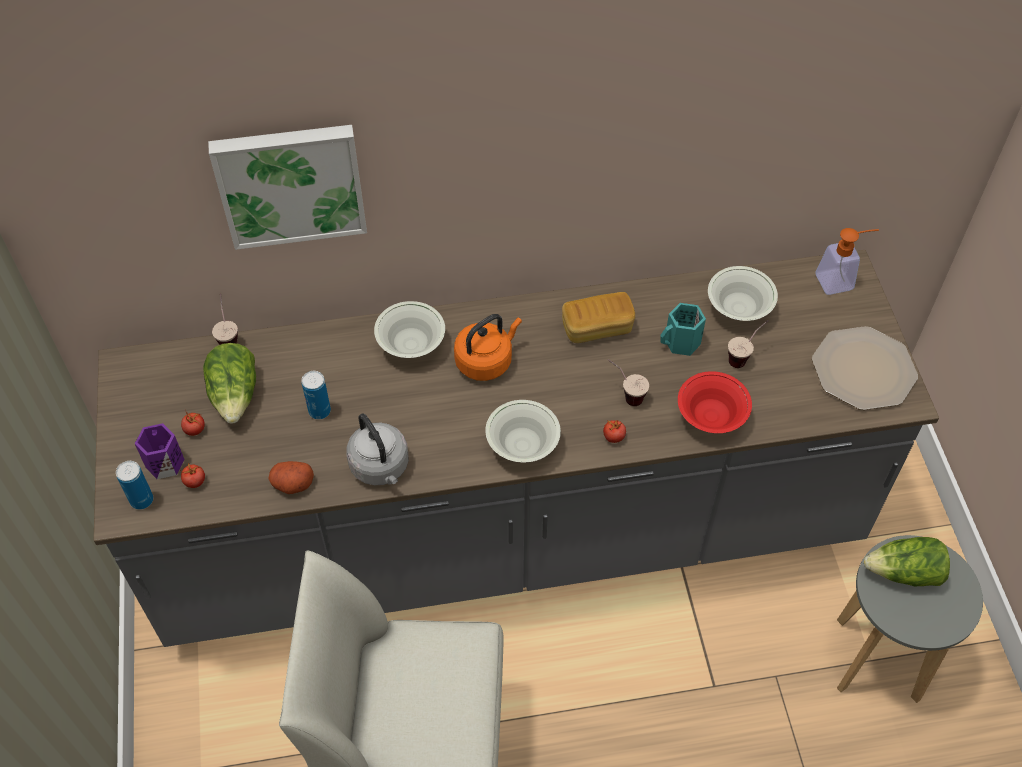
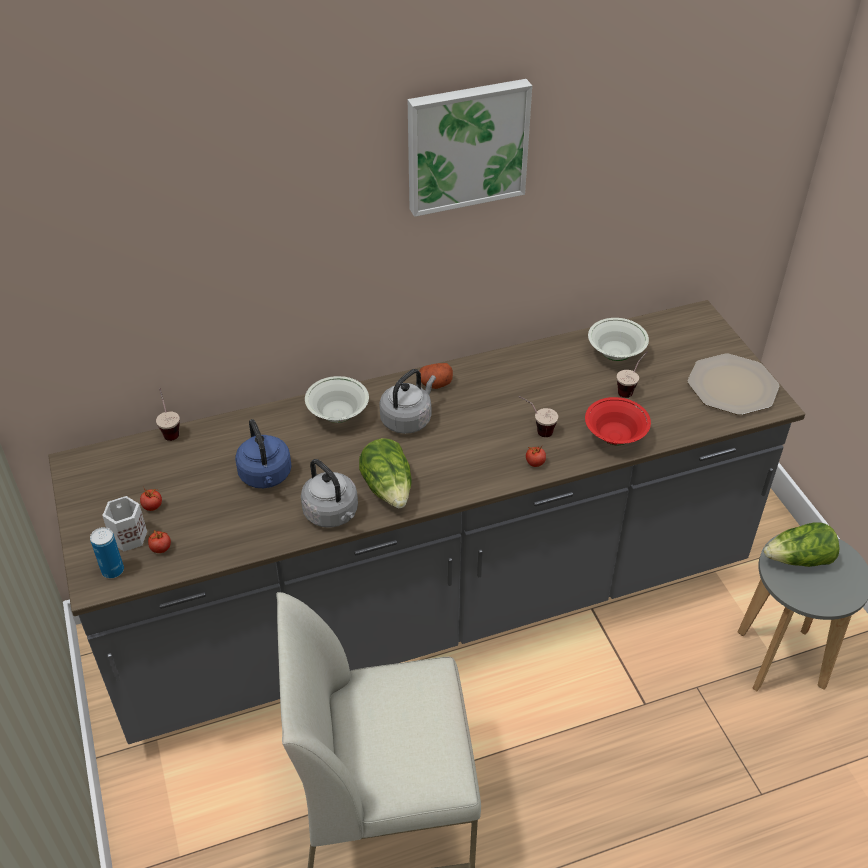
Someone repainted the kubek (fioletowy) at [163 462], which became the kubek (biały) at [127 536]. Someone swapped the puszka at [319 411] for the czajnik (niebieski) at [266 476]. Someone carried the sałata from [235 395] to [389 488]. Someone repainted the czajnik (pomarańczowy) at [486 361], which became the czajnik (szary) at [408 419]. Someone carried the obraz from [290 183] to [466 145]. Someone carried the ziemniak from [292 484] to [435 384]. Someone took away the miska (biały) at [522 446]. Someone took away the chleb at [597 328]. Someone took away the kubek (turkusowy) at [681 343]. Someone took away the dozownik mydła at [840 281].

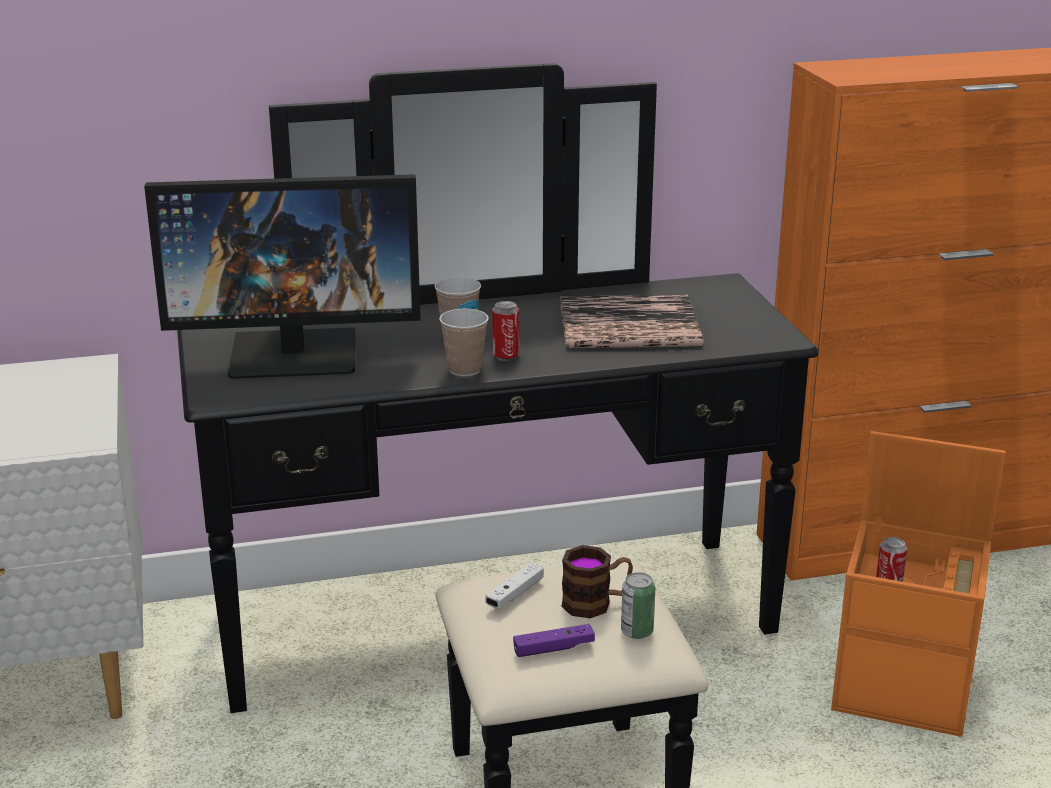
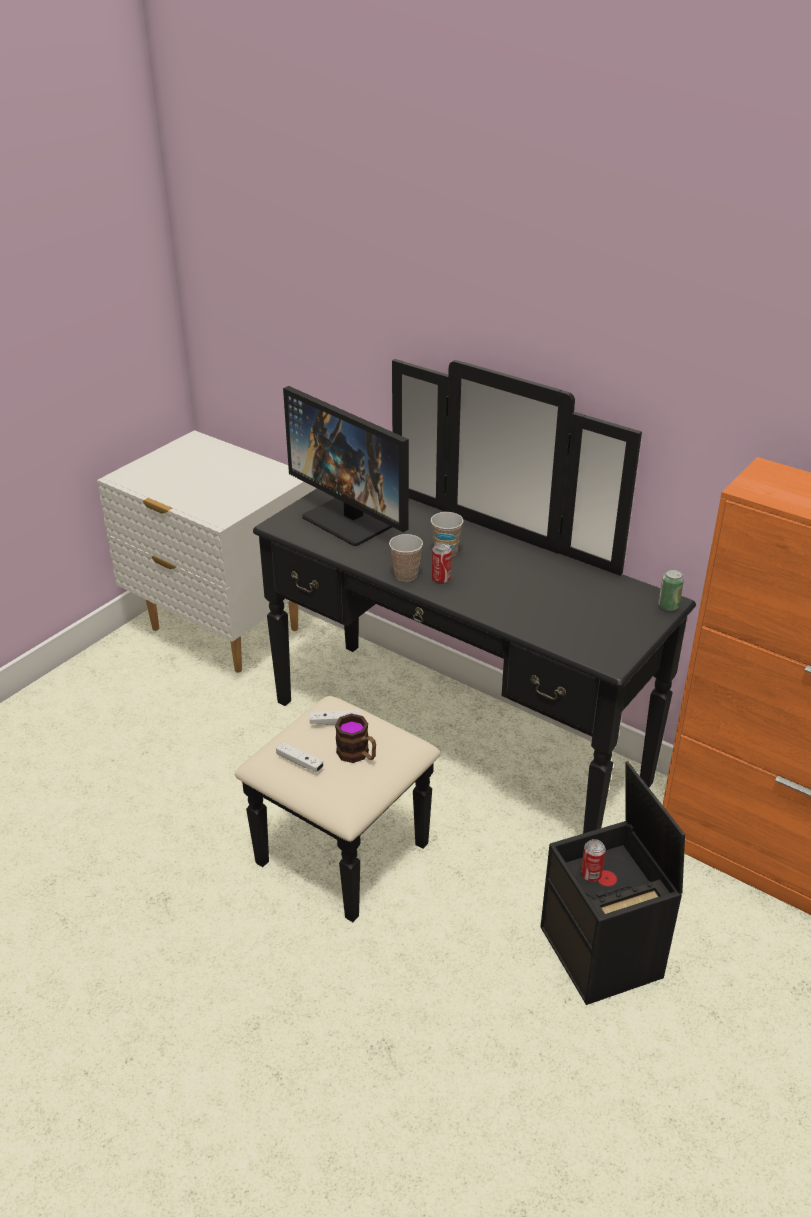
Someone repainted the pad do gier (fioletowy) at [553 648], which became the pad do gier (biały) at [299 762]. Someone repainted the pojemnik do przechowywania (pomarańczowy) at [905 690], which became the pojemnik do przechowywania (czarny) at [603 953]. Someone carried the puszka from [637 632] to [668 606]. Someone took away the książka at [629 326].

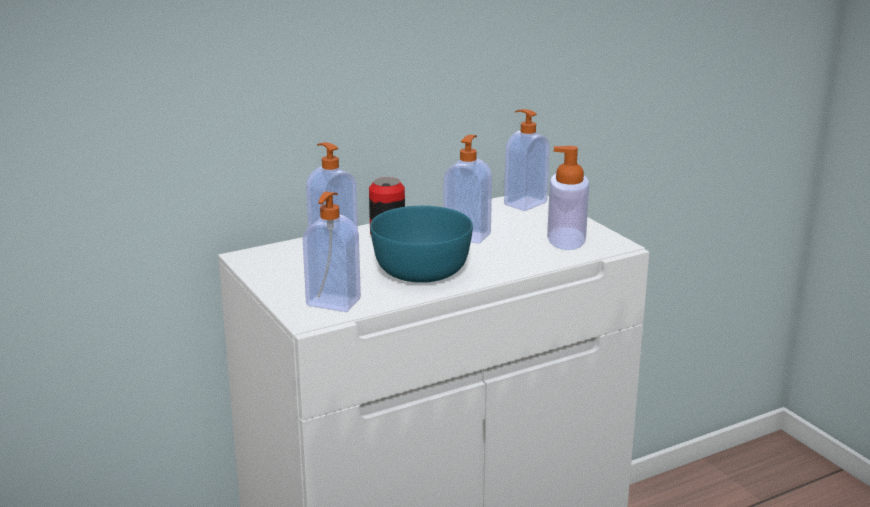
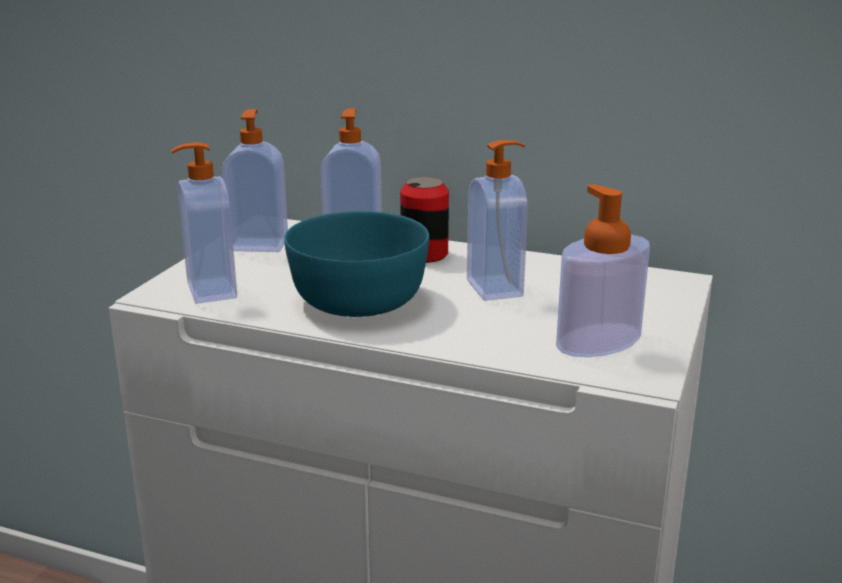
Someone carried the dozownik mydła from [524 203] to [259 244].

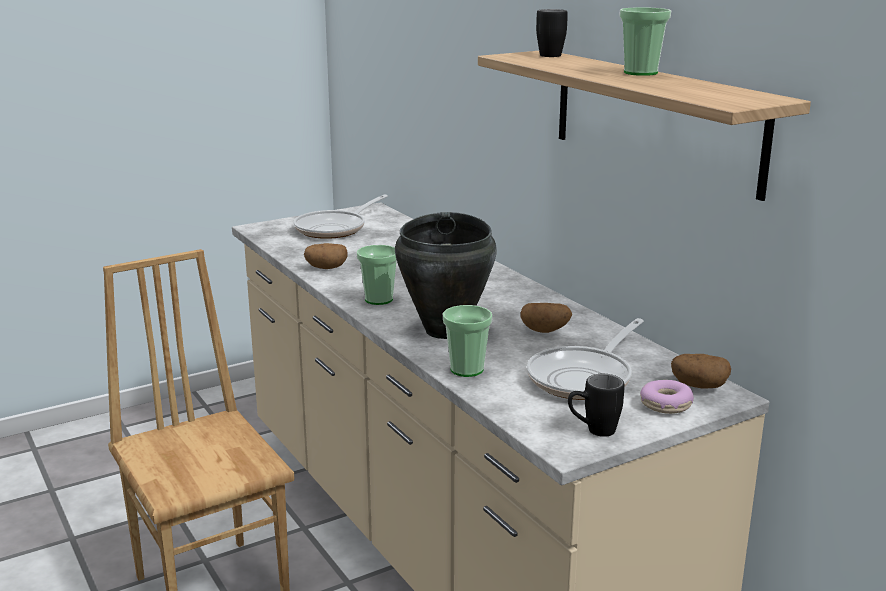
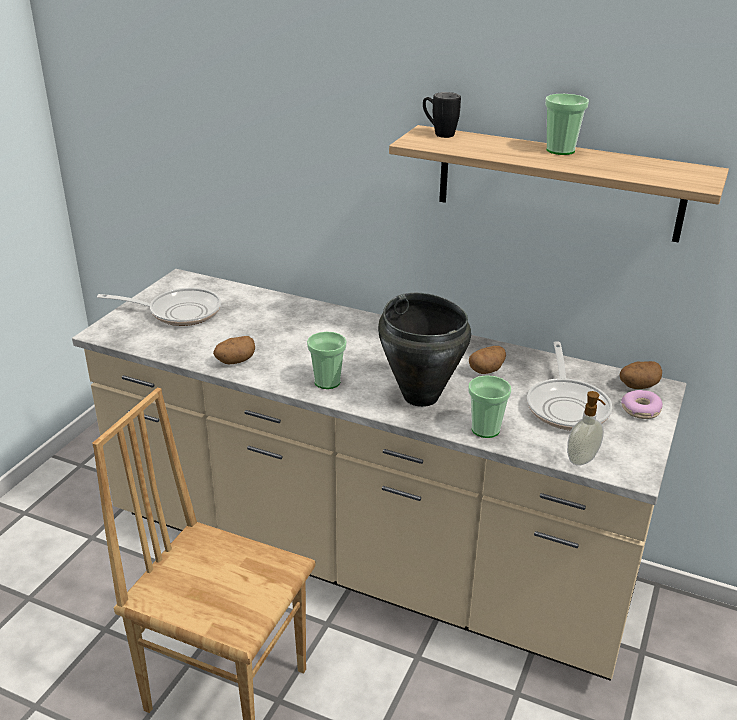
Someone rotated the patelnia at [335 228] by 90 degrees counterclockwise. Someone put down the dozownik mydła at [582 460]. Someone took away the kubek (czarny) at [593 431].

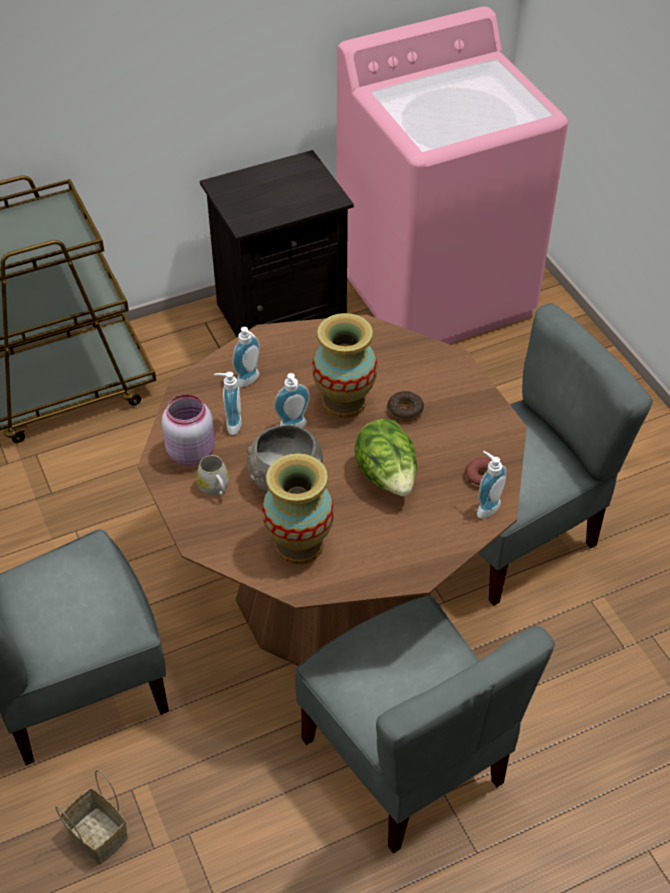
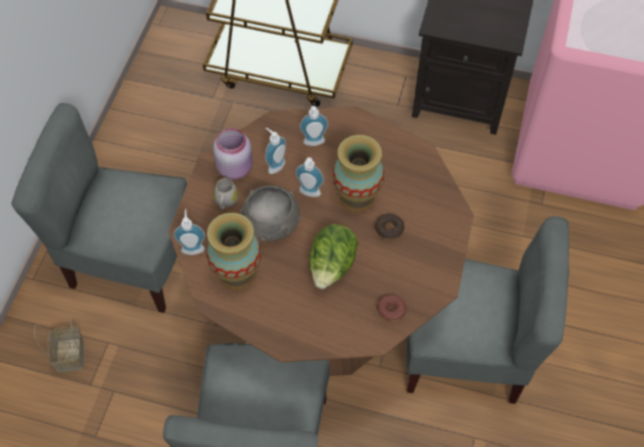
Someone carried the dozownik mydła from [485 507] to [192 247].

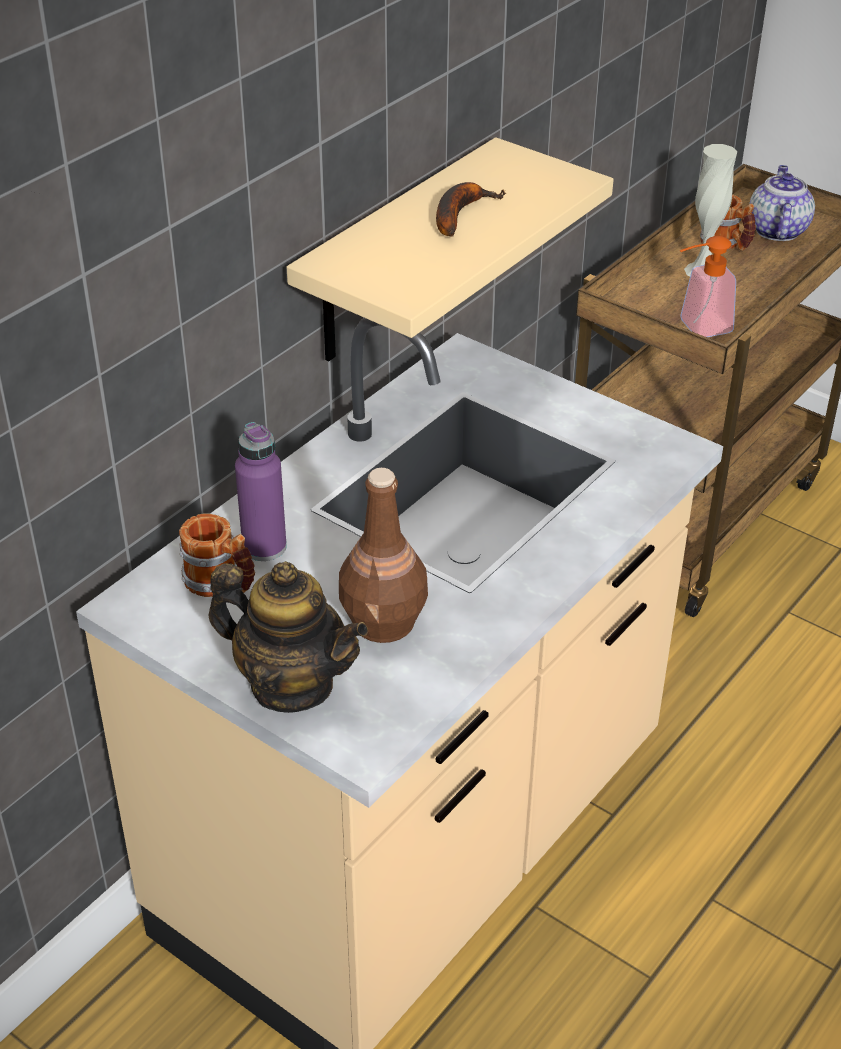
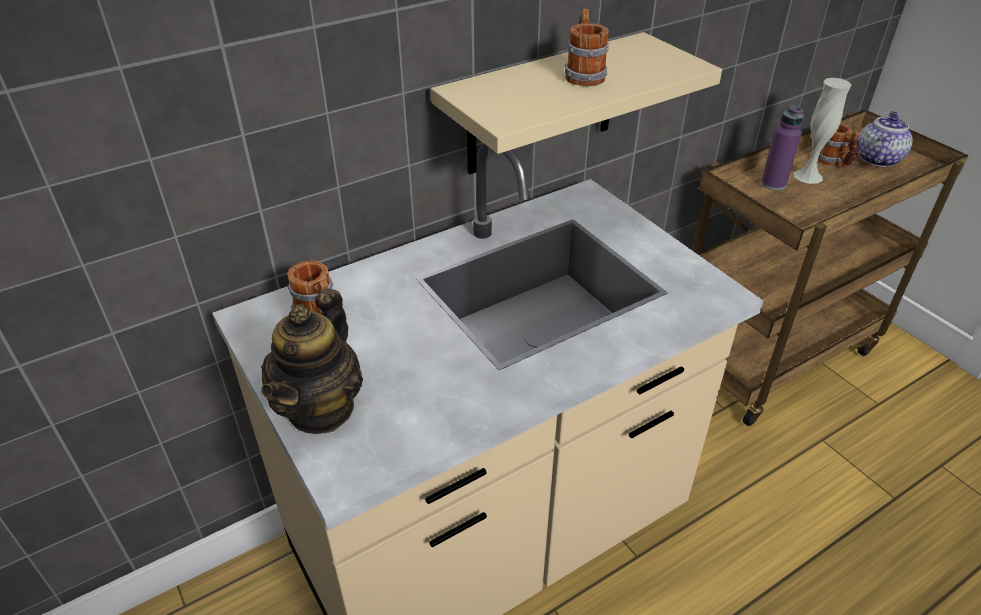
Someone rotated the imbryk at [291 685] by 60 degrees clockwise. Someone swapped the banan at [459 214] for the kubek at [583 74]. Someone carried the butelka (fioletowy) from [264 547] to [773 184]. Someone took away the butelka (brązowy) at [384 622]. Someone took away the dozownik mydła at [697 328].

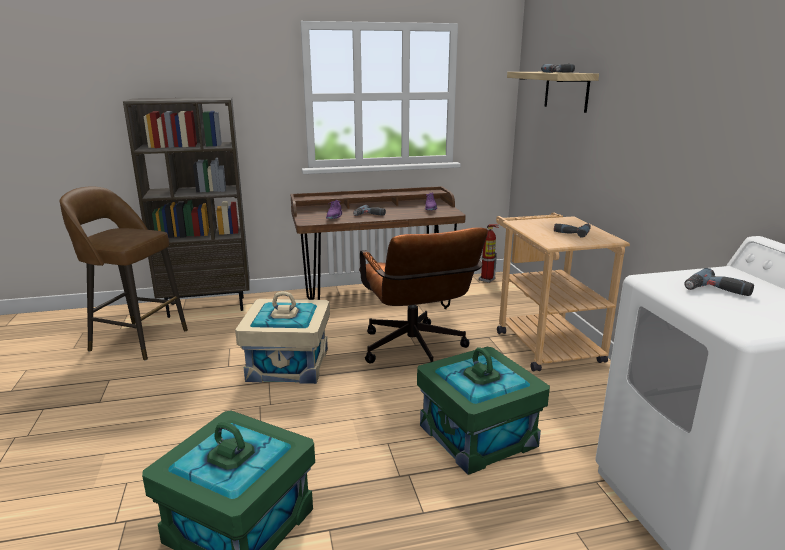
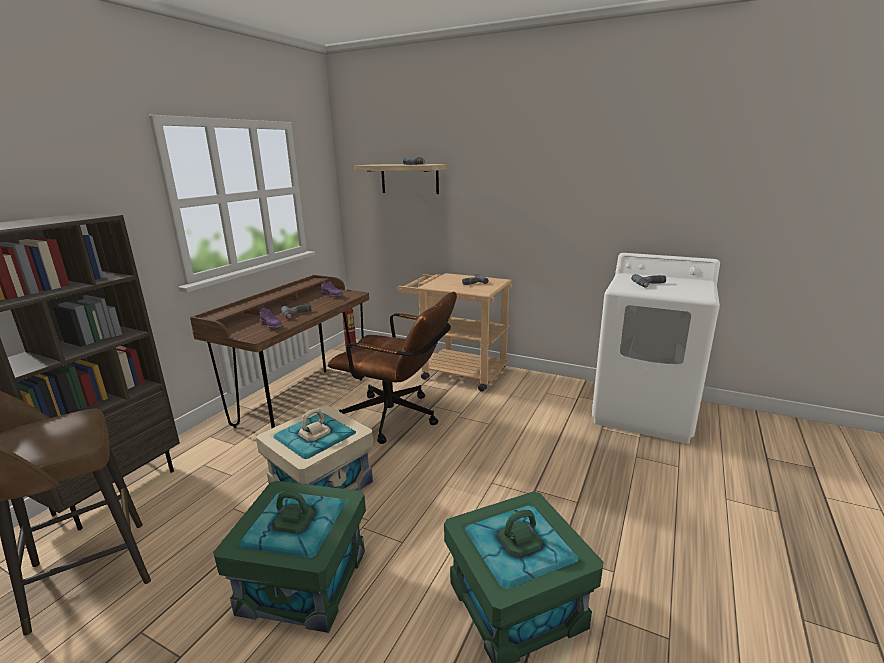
Someone carried the pojemnik do przechowywania (zielony) from [478 435] to [304 580].

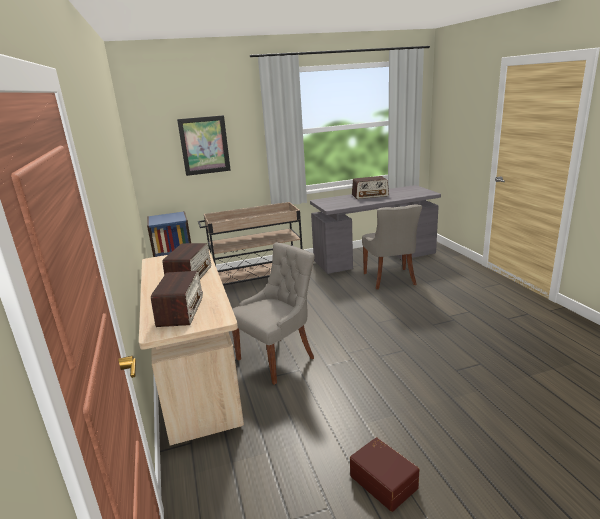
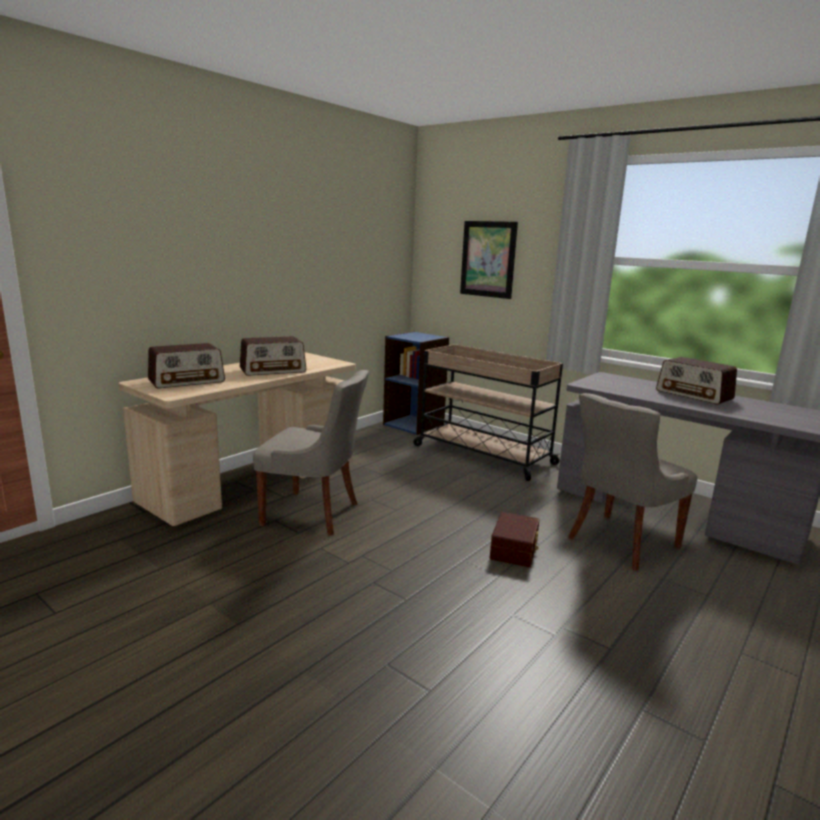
Someone carried the pojemnik do przechowywania (brązowy) from [384 480] to [515 550].

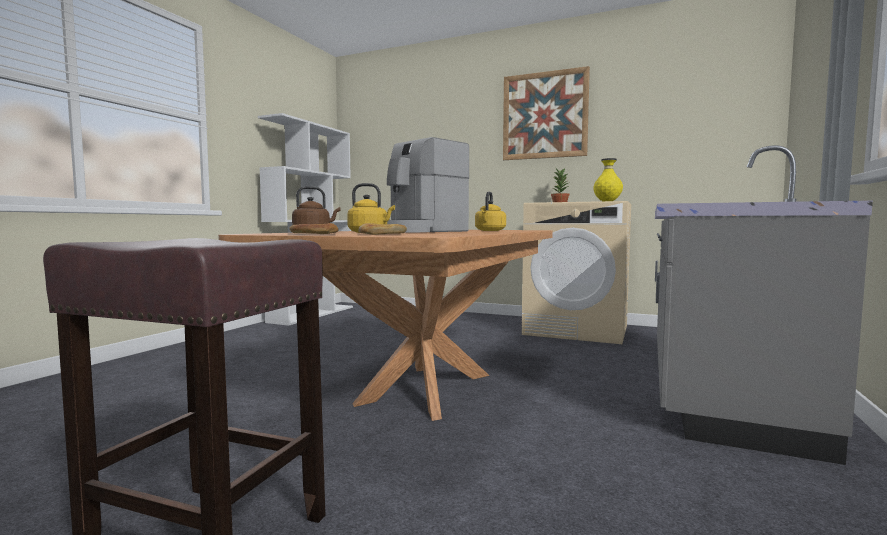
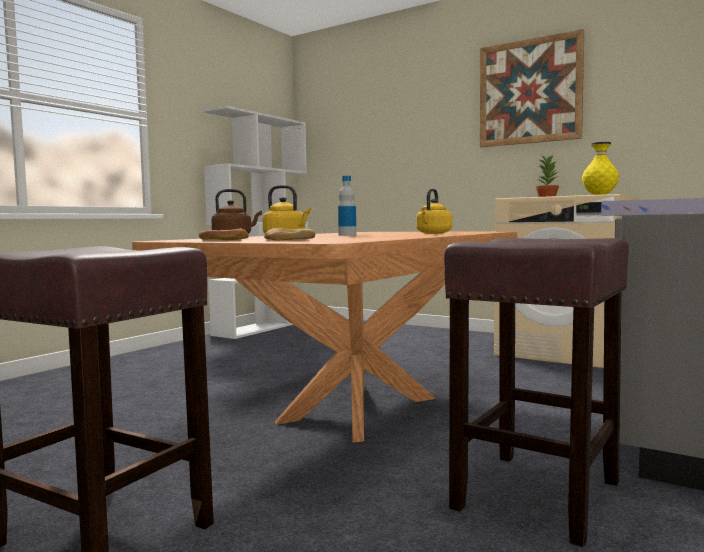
Someone swapped the ekspres do kawy at [418 231] for the butelka at [347 235]. Someone put down the stołek (brązowy) at [537 496].

